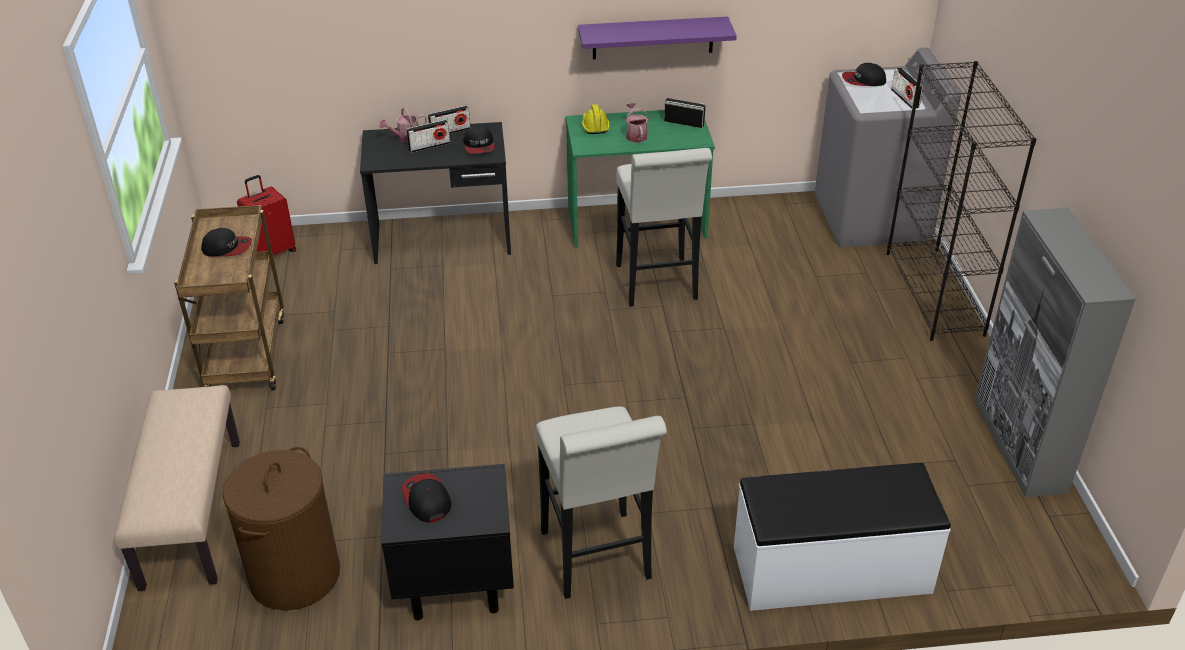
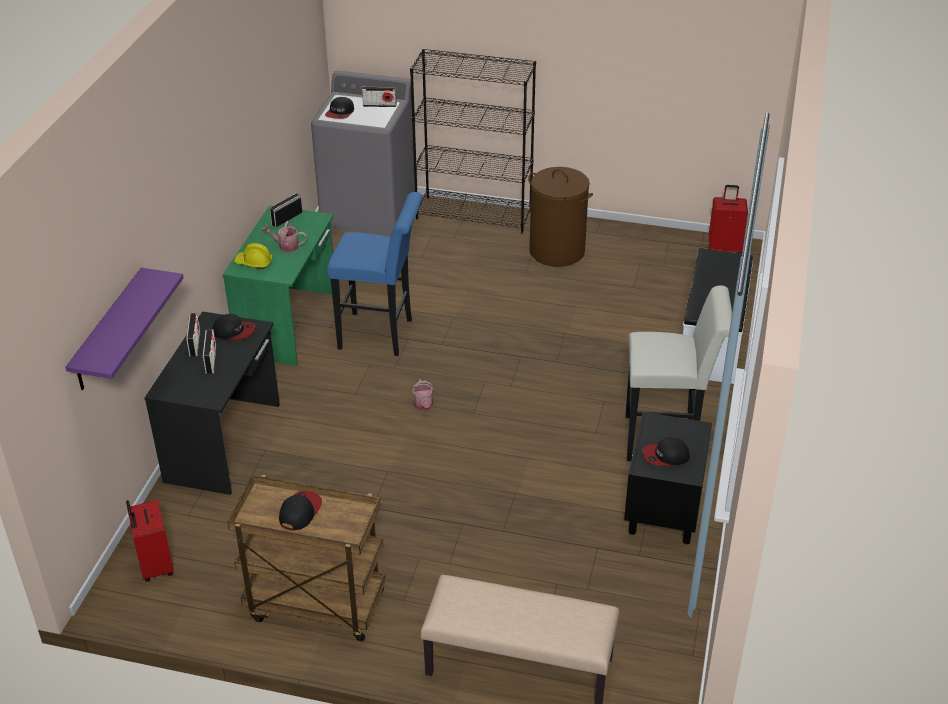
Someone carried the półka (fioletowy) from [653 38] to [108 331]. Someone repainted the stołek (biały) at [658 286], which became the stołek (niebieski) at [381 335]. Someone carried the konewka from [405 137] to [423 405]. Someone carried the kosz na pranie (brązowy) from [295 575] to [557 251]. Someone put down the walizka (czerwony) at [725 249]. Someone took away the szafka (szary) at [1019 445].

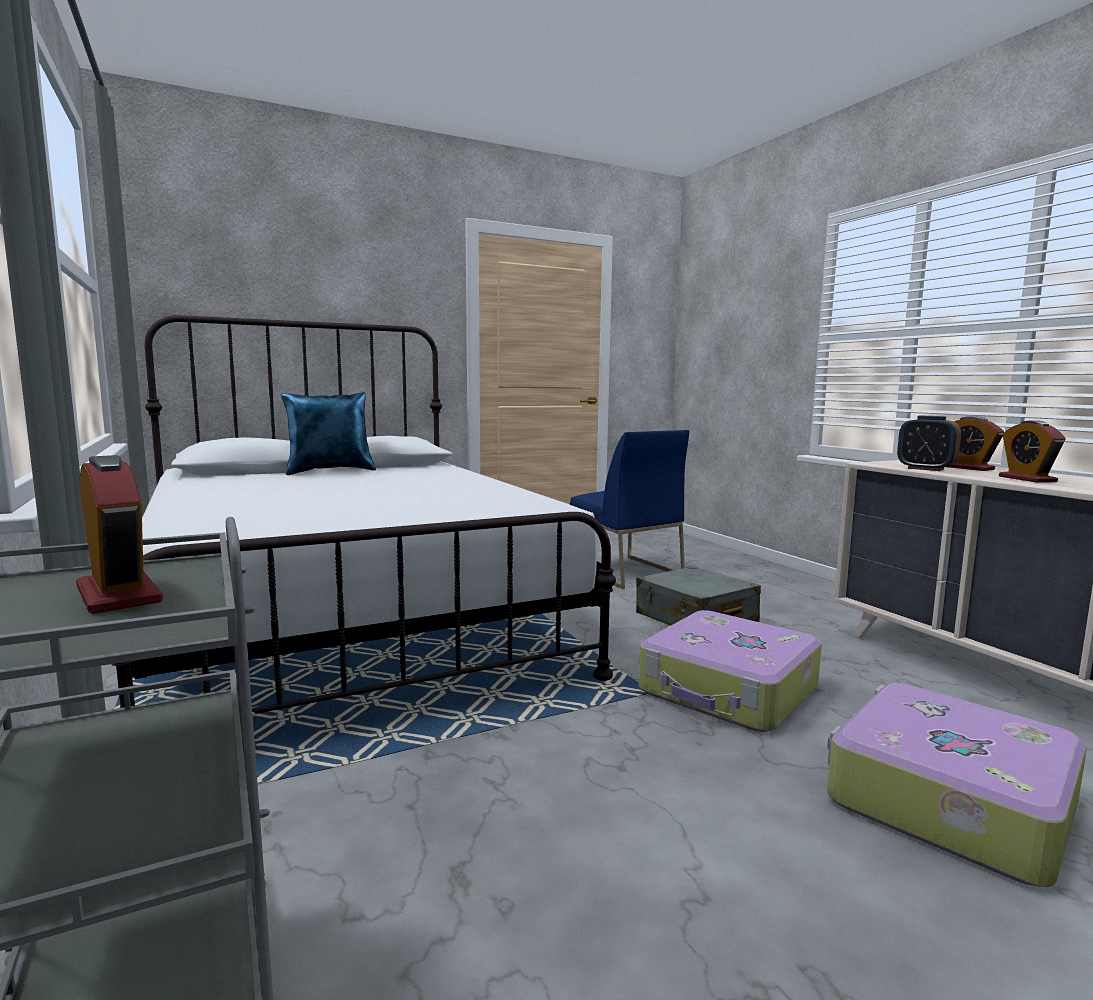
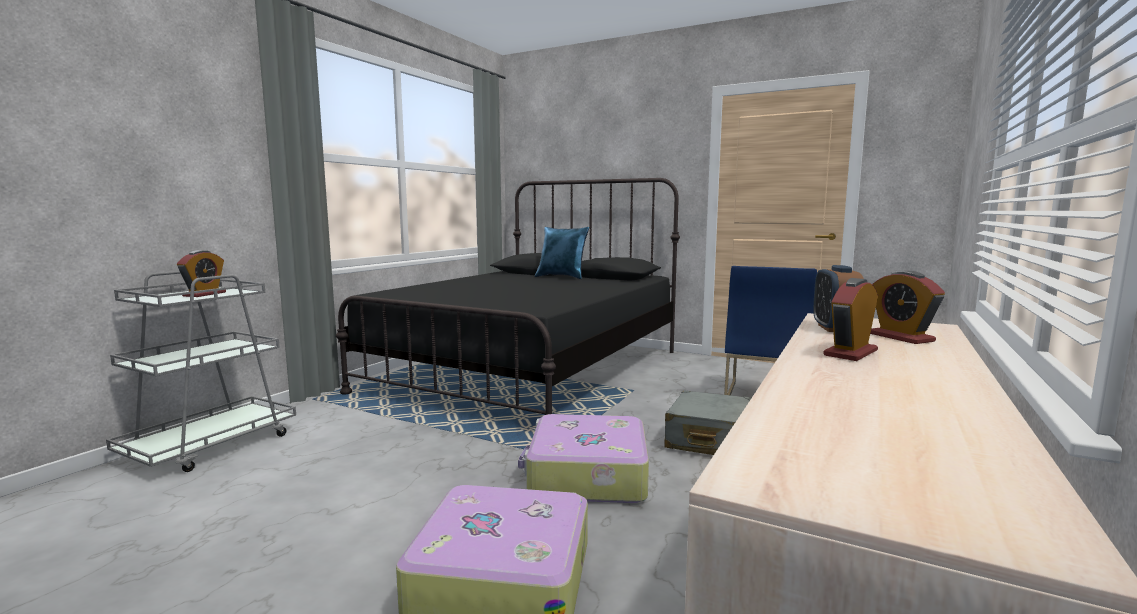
Someone repainted the łóżko (biały) at [347 622], which became the łóżko (czarny) at [529 370]. Someone rotated the budzik at [968 468] by 45 degrees counterclockwise.

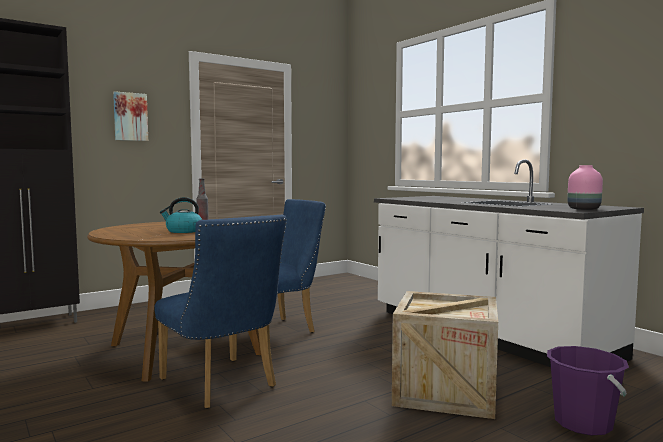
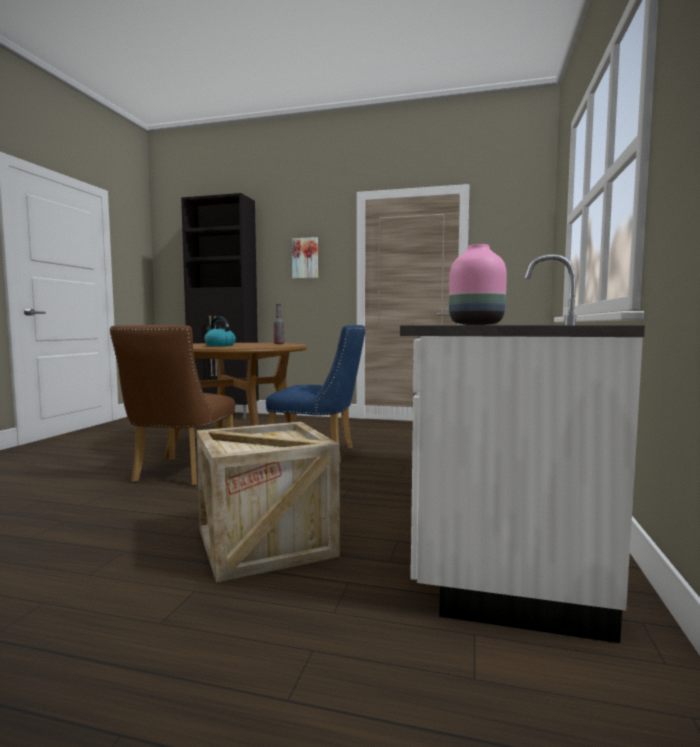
Someone repainted the krzesło (niebieski) at [222 386], which became the krzesło (brązowy) at [179 474]. Someone took away the wiadro (fioletowy) at [583 423].

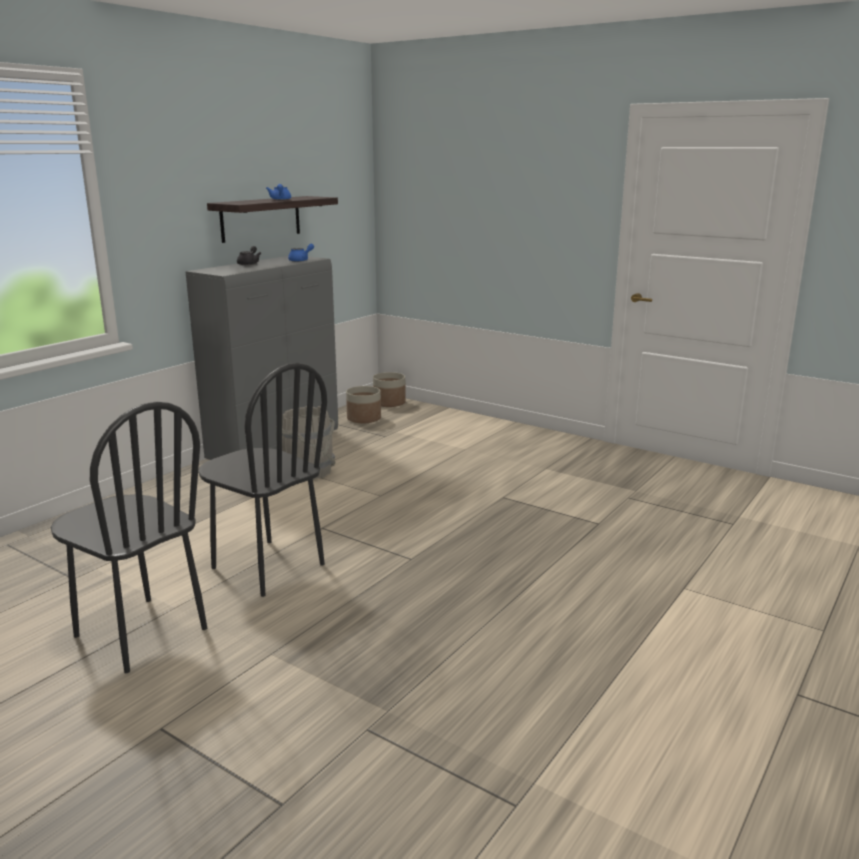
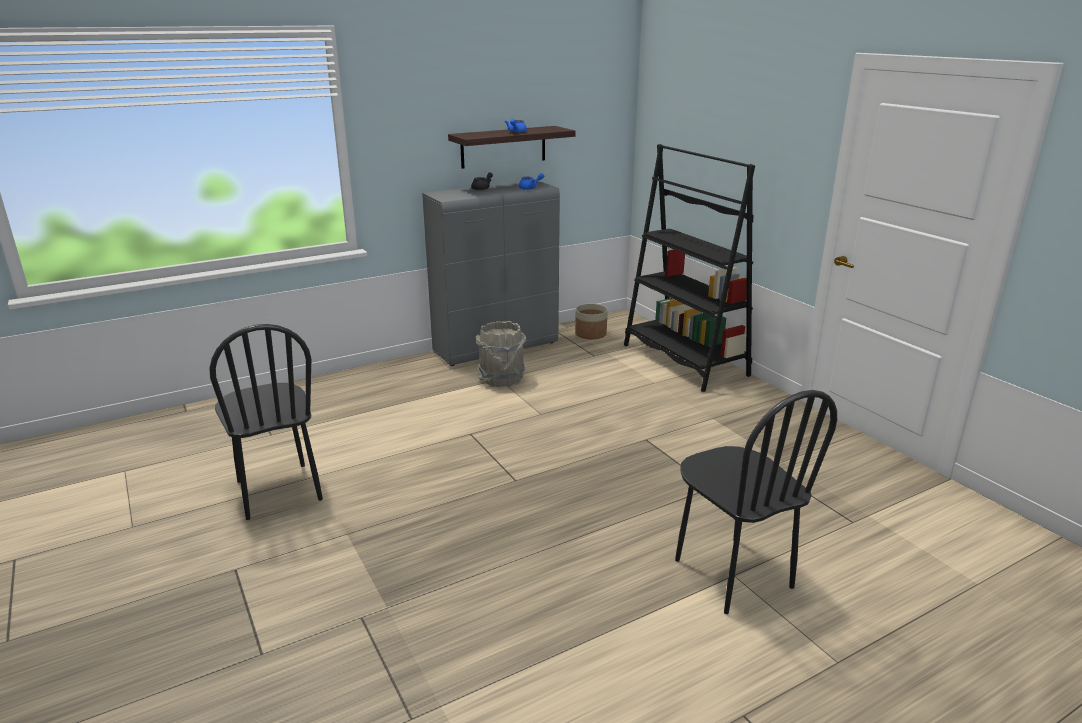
Someone put down the regał (czarny) at [684 360]. Someone carried the krzesło (czarny) from [267 567] to [732 574]. Someone took away the donica at [389 403].

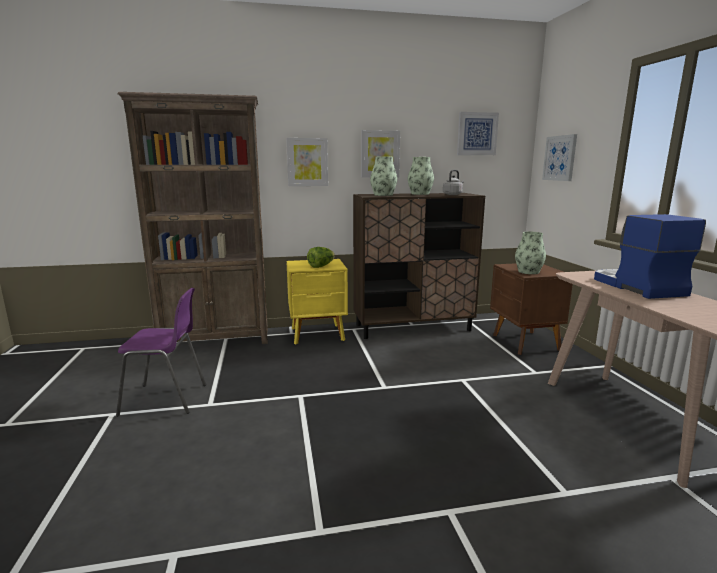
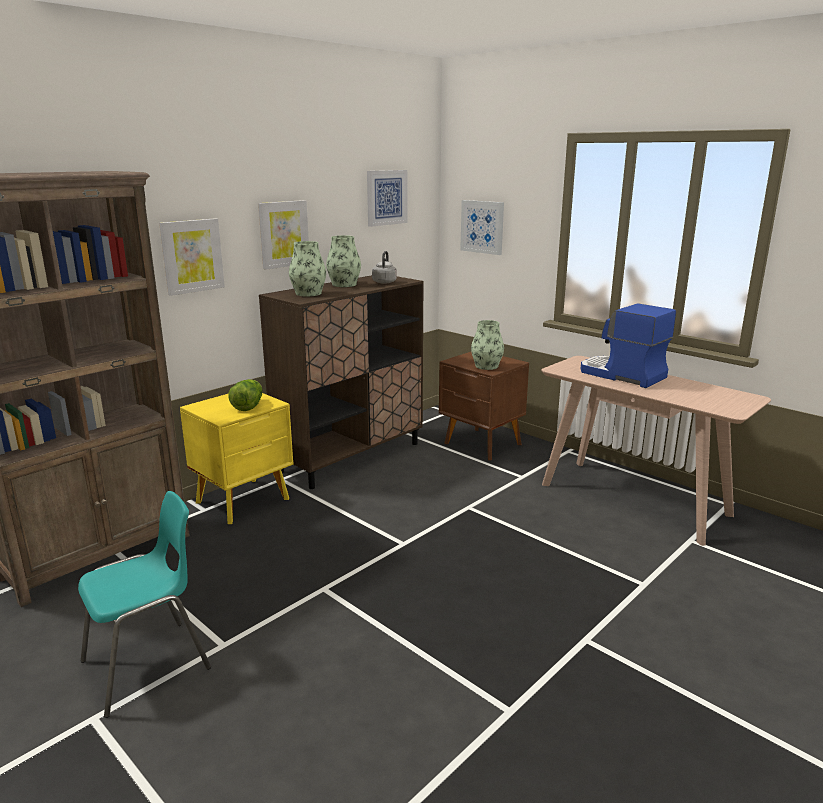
Someone repainted the krzesło (fioletowy) at [166 399], which became the krzesło (turkusowy) at [150 664].

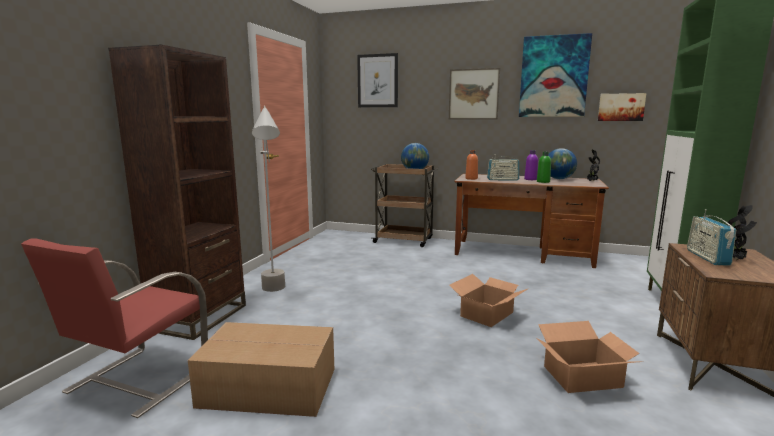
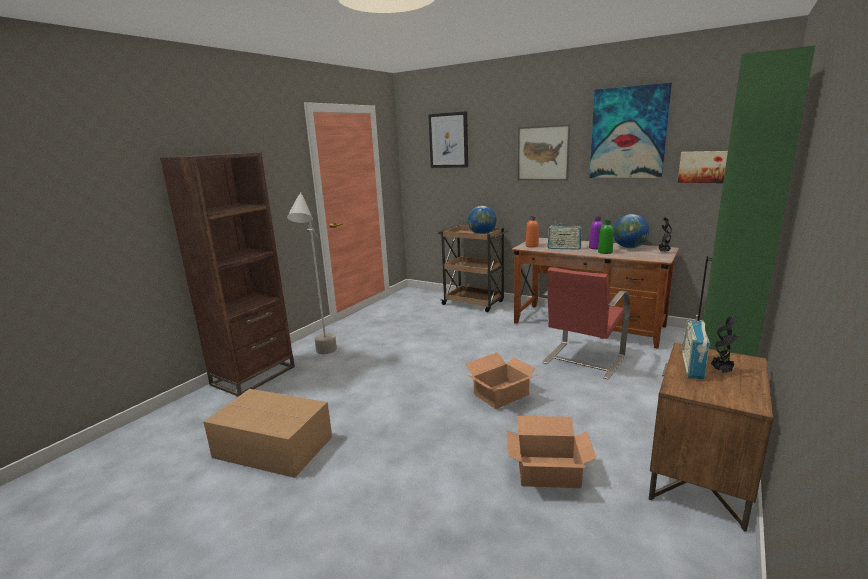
Someone carried the krzesło (czerwony) from [136 381] to [582 360].

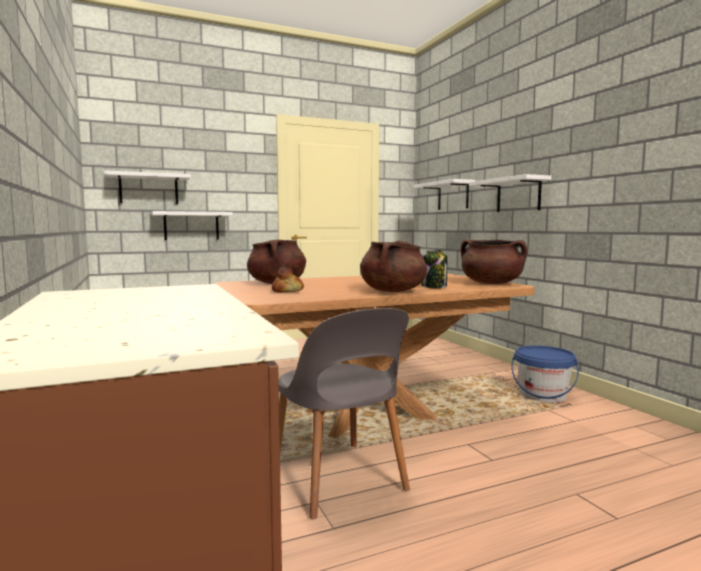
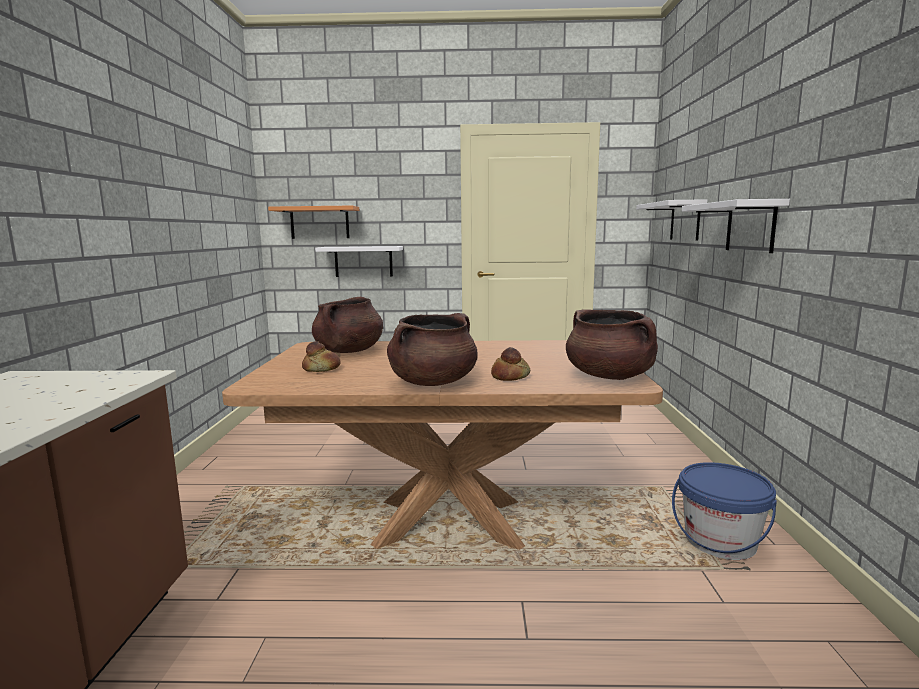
Someone repainted the półka (biały) at [148 189], which became the półka (pomarańczowy) at [319 222]. Someone swapped the słoik at [434 286] for the chleb at [510 376]. Someone took away the krzesło (szary) at [338 479].

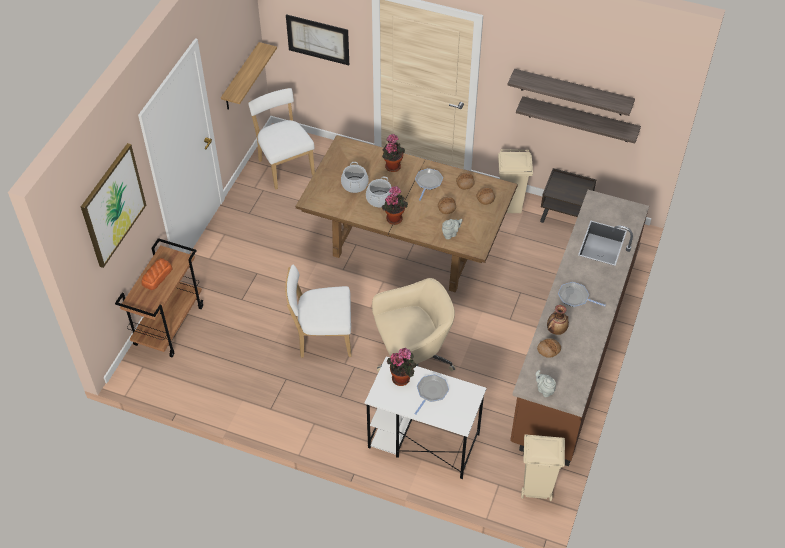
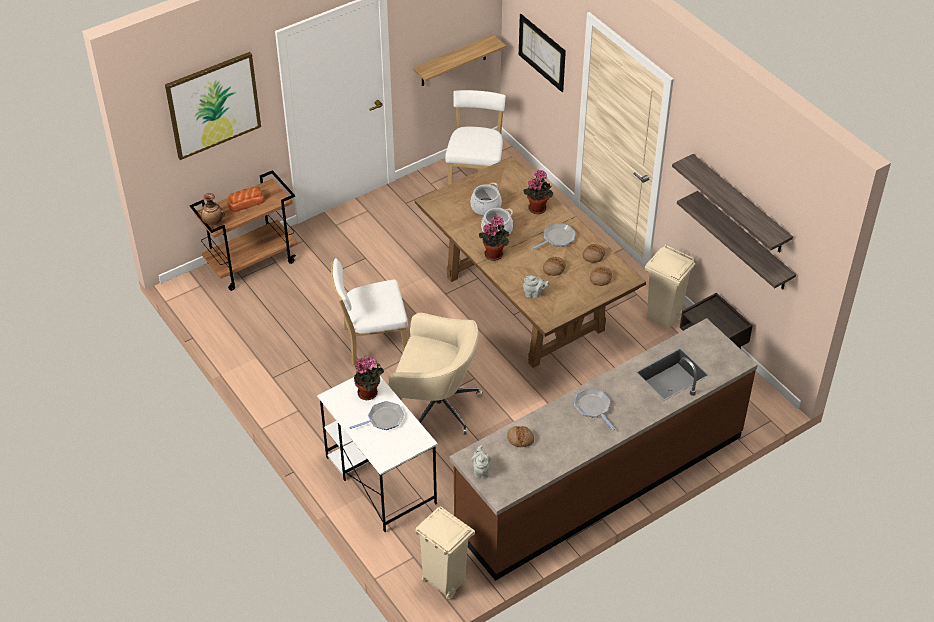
Someone carried the wazon from [556 330] to [213 222]. Someone rotated the krzesło (biały) at [322 338] by 45 degrees counterclockwise.

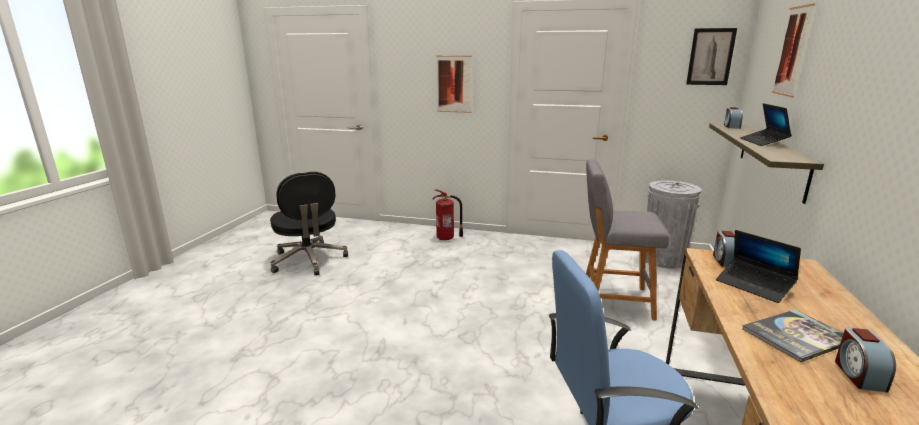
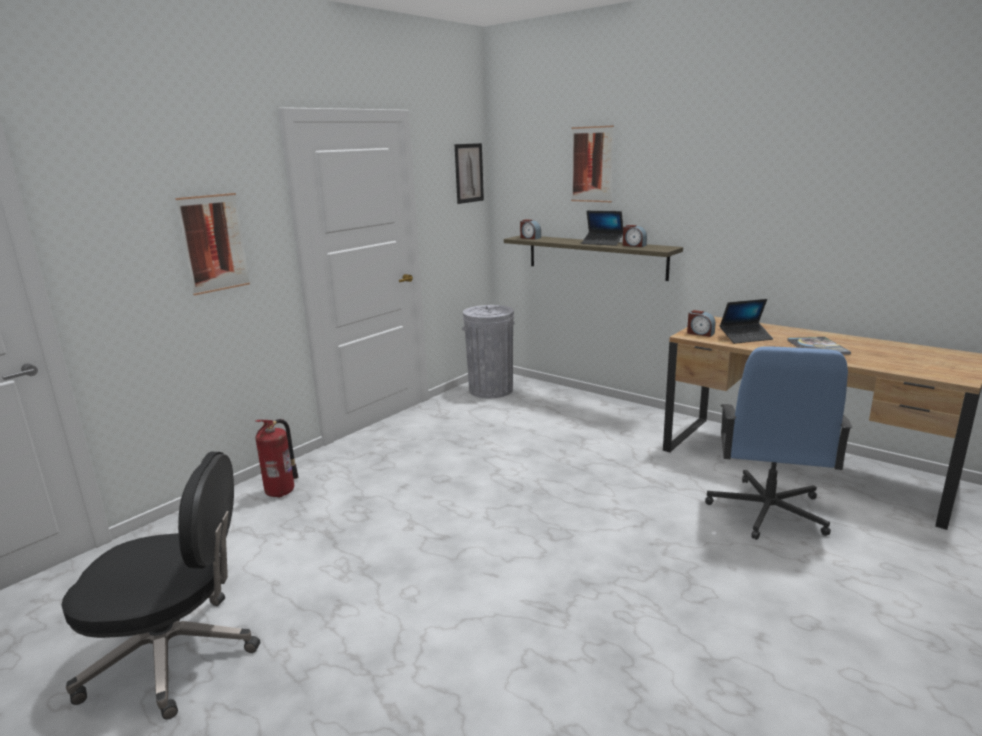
Someone carried the budzik from [858 375] to [634 245]. Someone took away the stołek (szary) at [612 300].

